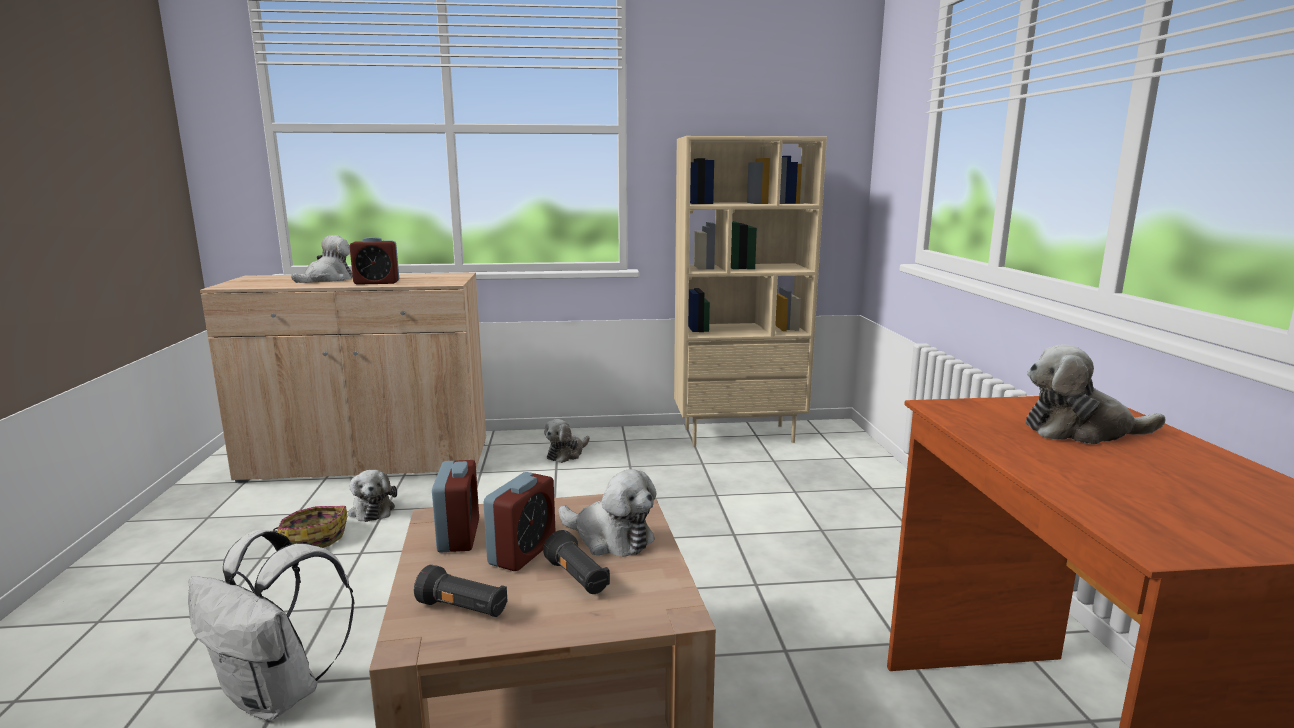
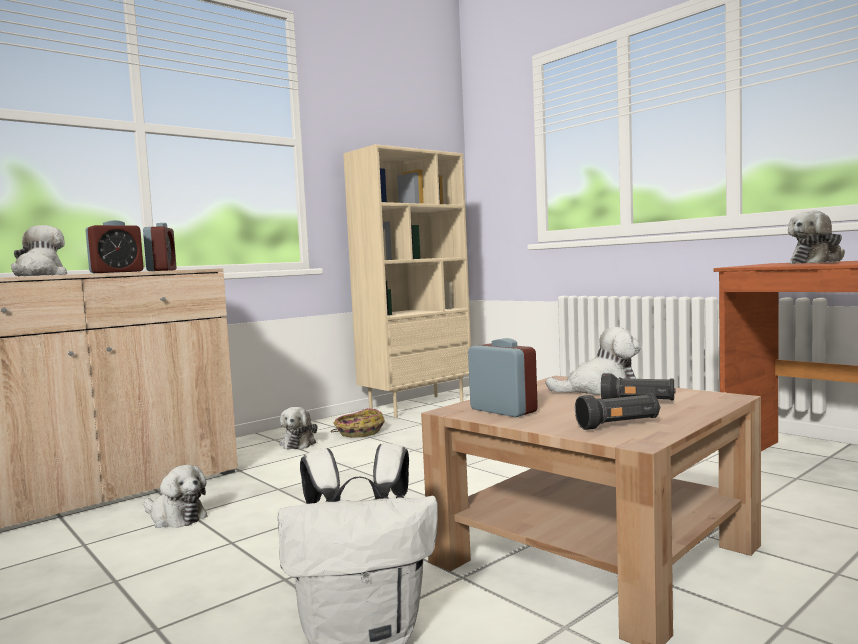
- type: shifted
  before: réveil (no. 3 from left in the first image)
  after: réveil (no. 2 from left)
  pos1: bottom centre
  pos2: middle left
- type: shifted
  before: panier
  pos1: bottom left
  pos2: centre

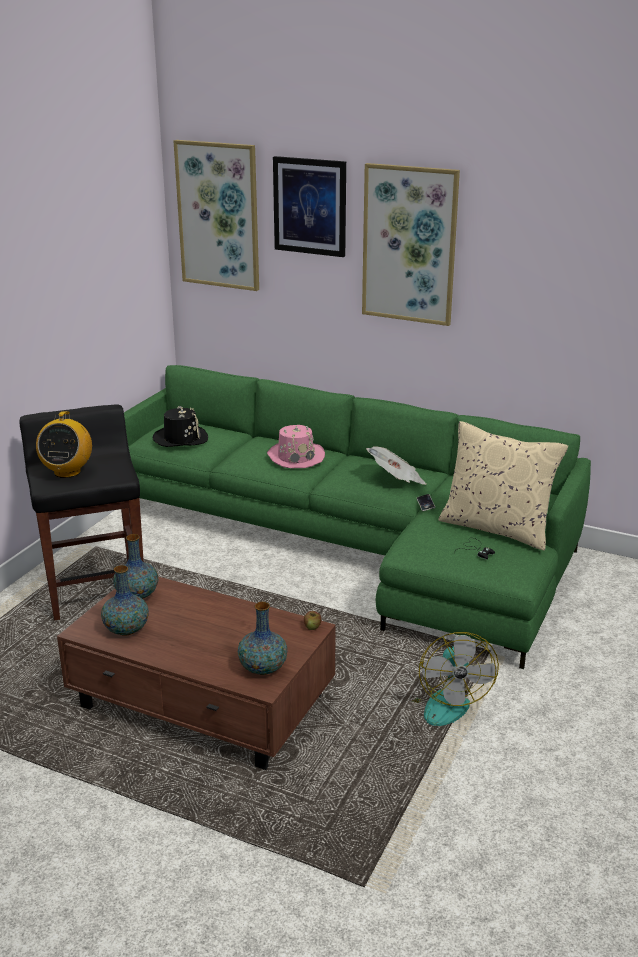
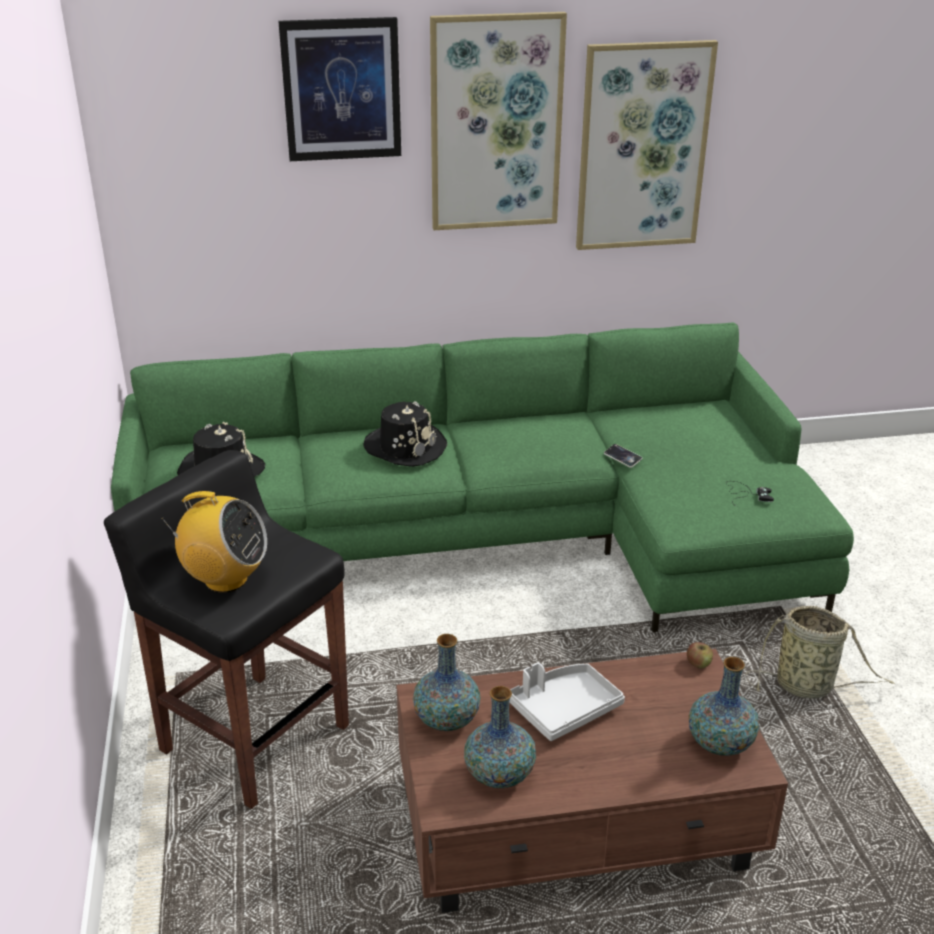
- type: rotated
  before: radio
  pos1: middle left
  pos2: middle left
  turn: -45
- type: repainted
  before: chapeau [rose]
  after: chapeau [noir] (no. 2 from left)
  pos1: centre
  pos2: centre
- type: new
  after: plateau [gris]
  pos2: bottom centre
- type: shifted
  before: tableau (no. 1 from left in the first image)
  after: tableau (no. 3 from left)
  pos1: top centre
  pos2: top right
- type: swapped
  before: ventilateur
  after: panier
  pos1: bottom right
  pos2: bottom right
- type: gone
  before: journal
  pos1: centre
- type: gone
  before: coussin [beige]
  pos1: middle right

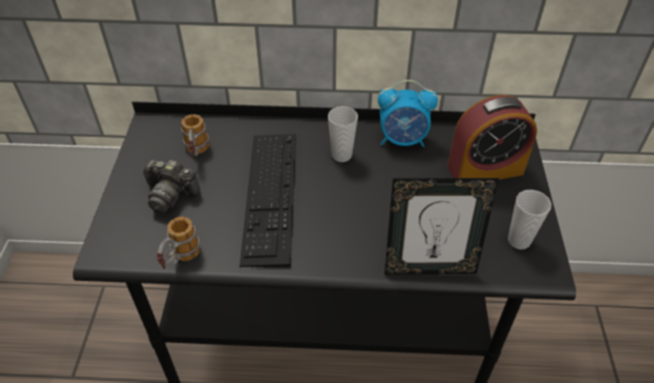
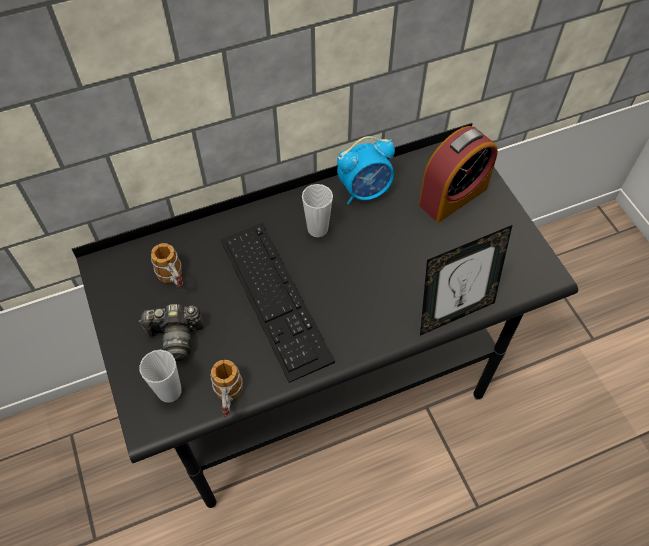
- type: shifted
  before: tasse (no. 2 from left in the first image)
  after: tasse (no. 1 from left)
  pos1: middle right
  pos2: bottom left

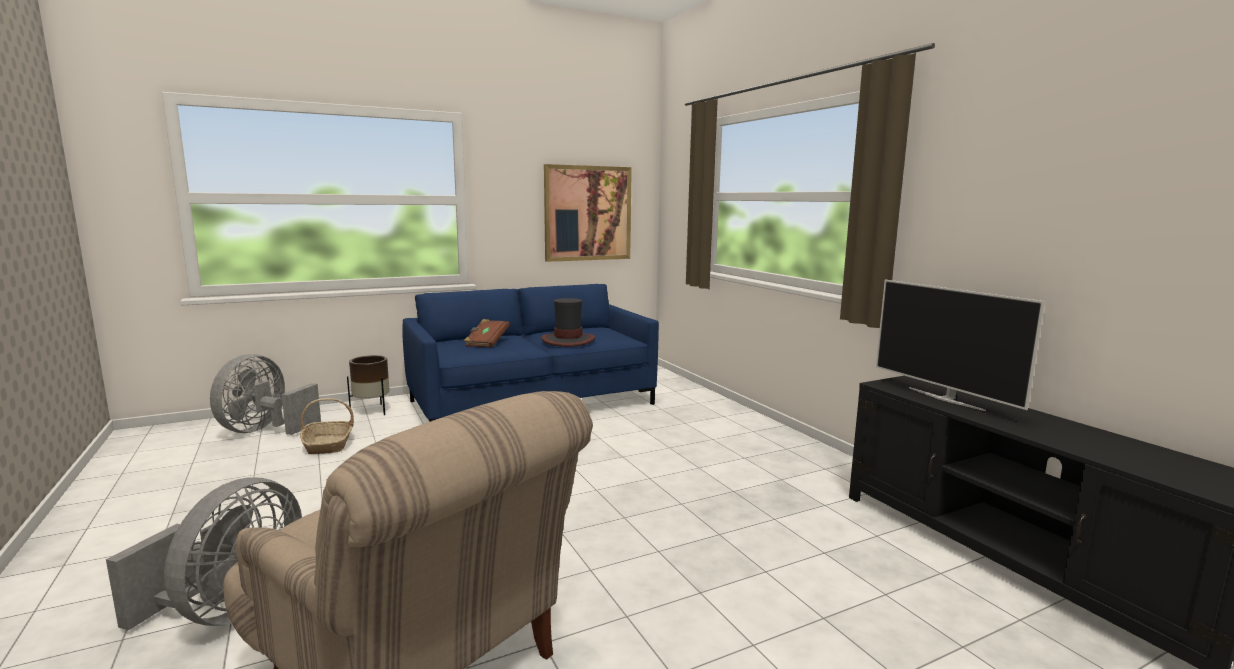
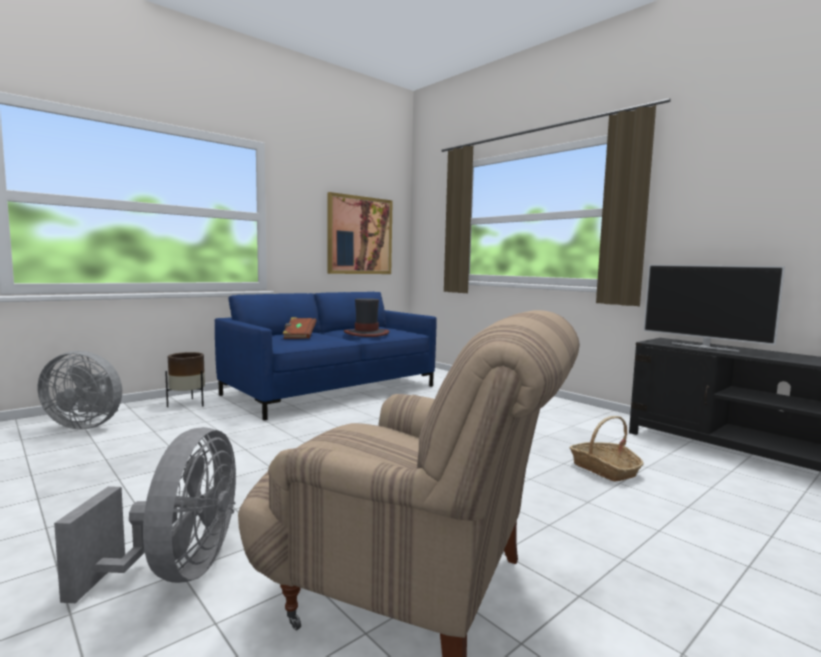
- type: rotated
  before: ventilateur [gris] (no. 2 from left in the first image)
  pos1: middle left
  pos2: middle left
  turn: -90
- type: shifted
  before: panier
  pos1: middle left
  pos2: bottom right

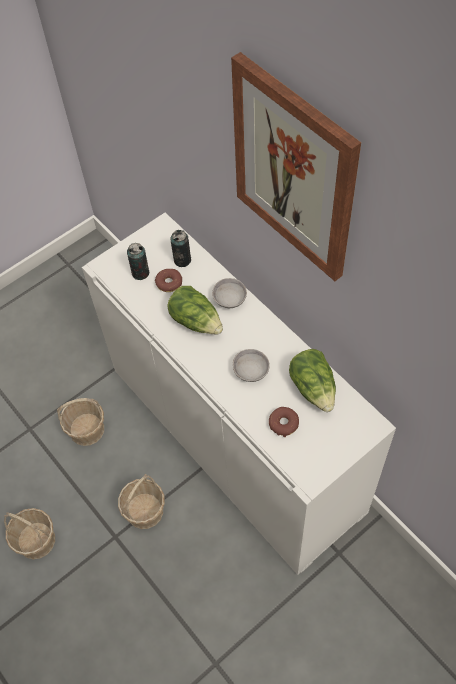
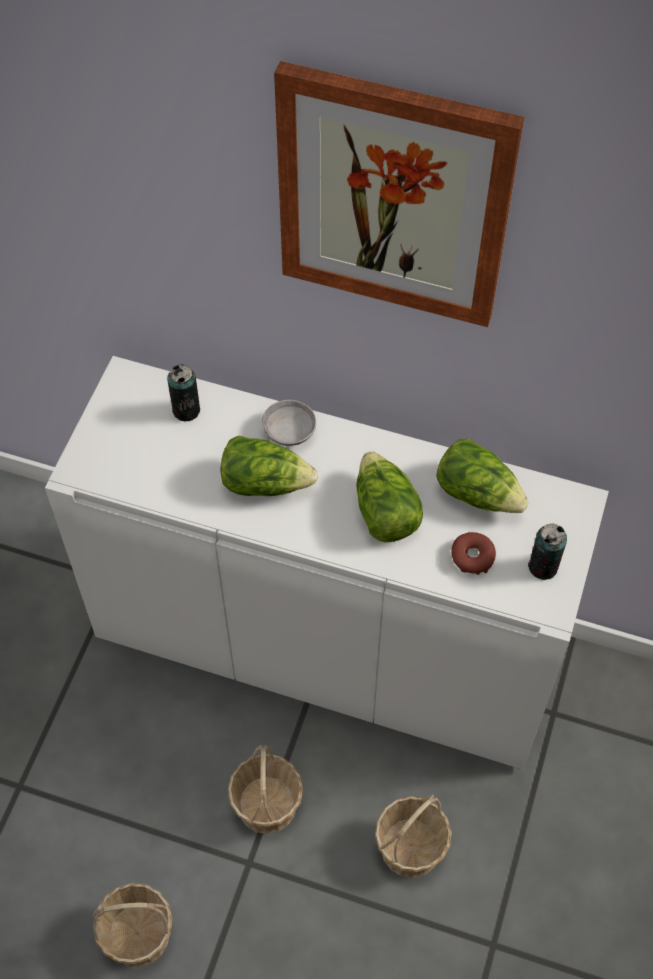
- type: swapped
  before: bol [gris] (no. 2 from left)
  after: laitue (no. 2 from left)
  pos1: centre
  pos2: centre
- type: shifted
  before: panier (no. 2 from left in the first image)
  after: panier (no. 3 from left)
  pos1: middle left
  pos2: bottom centre
- type: shifted
  before: boîte métallique (no. 1 from left in the first image)
  after: boîte métallique (no. 2 from left)
  pos1: middle left
  pos2: middle right
- type: gone
  before: beignet (no. 1 from left)
  pos1: centre

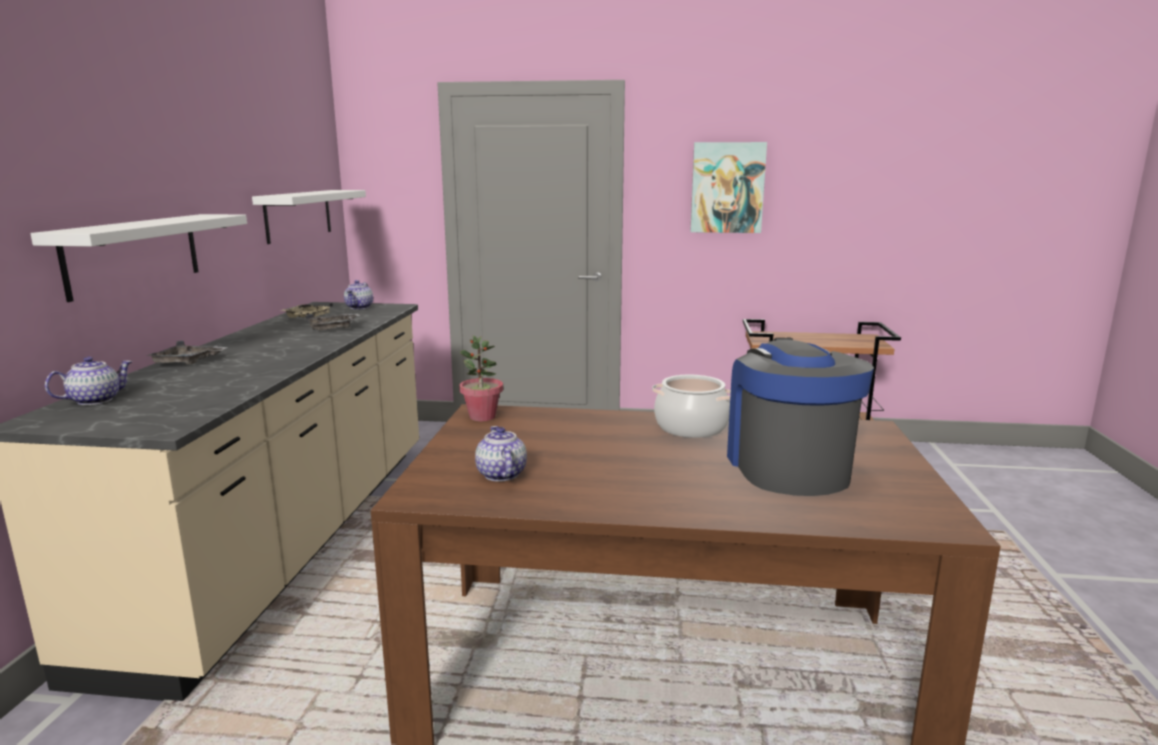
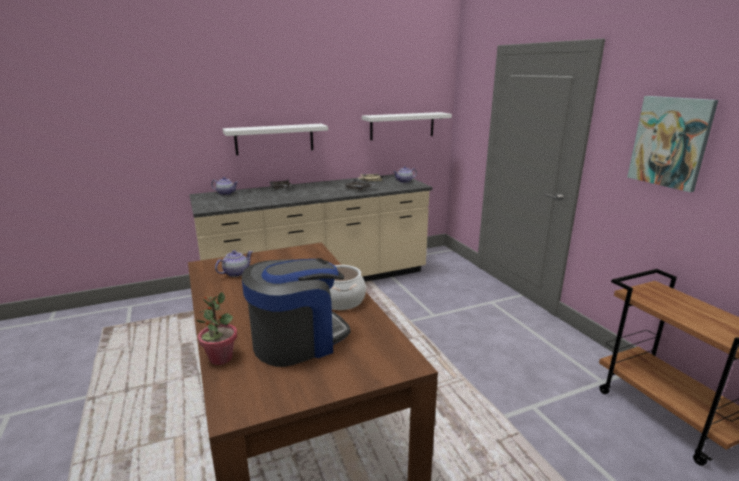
- type: shifted
  before: plante en pot
  pos1: centre
  pos2: bottom left

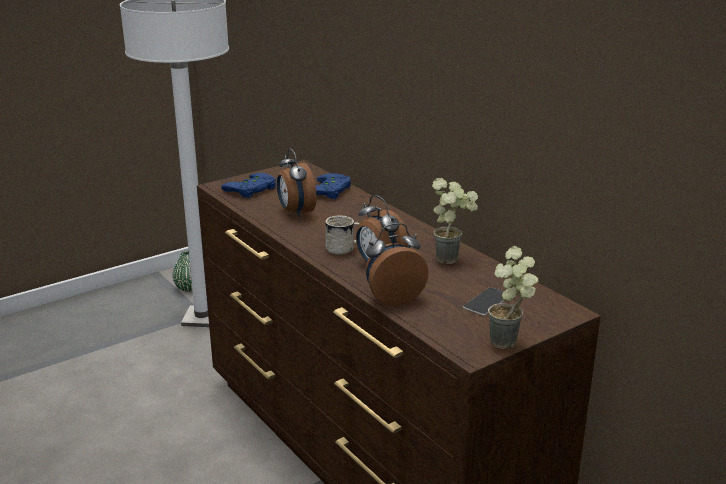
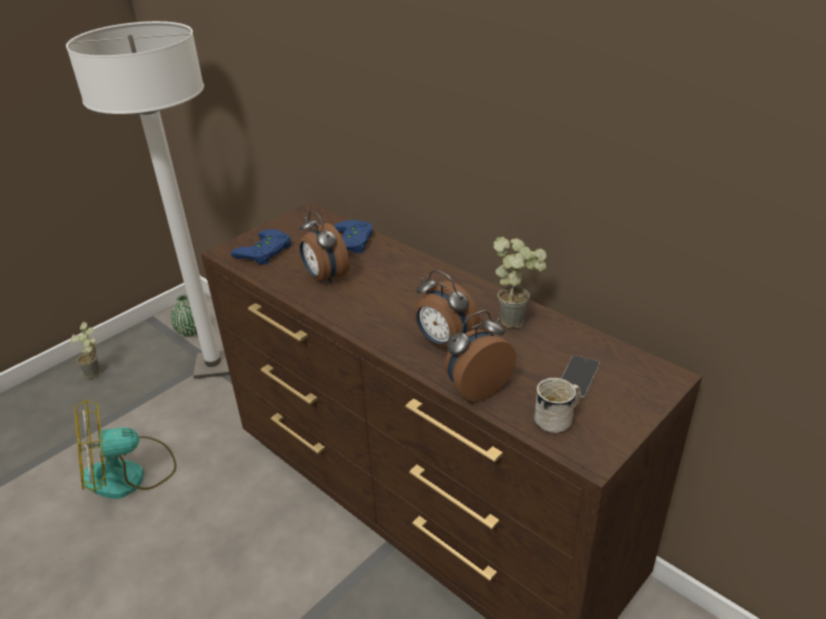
- type: shifted
  before: plante en pot (no. 2 from left in the first image)
  after: plante en pot (no. 1 from left)
  pos1: middle right
  pos2: middle left
- type: new
  after: ventilateur
  pos2: bottom left
- type: shifted
  before: mug [blanc]
  pos1: centre
  pos2: middle right

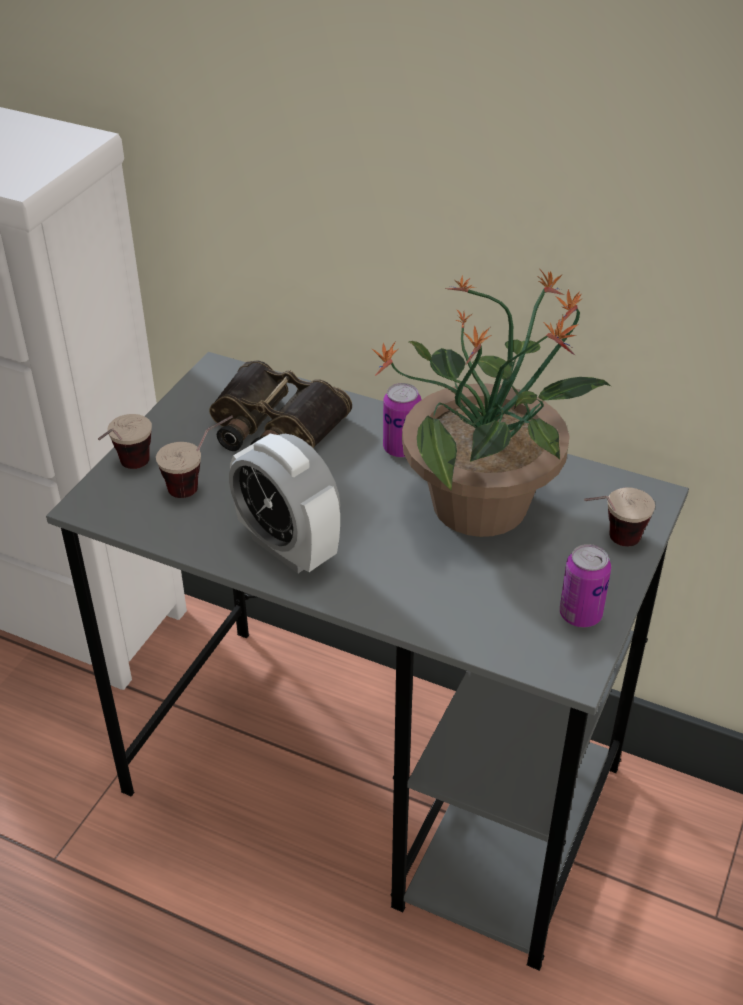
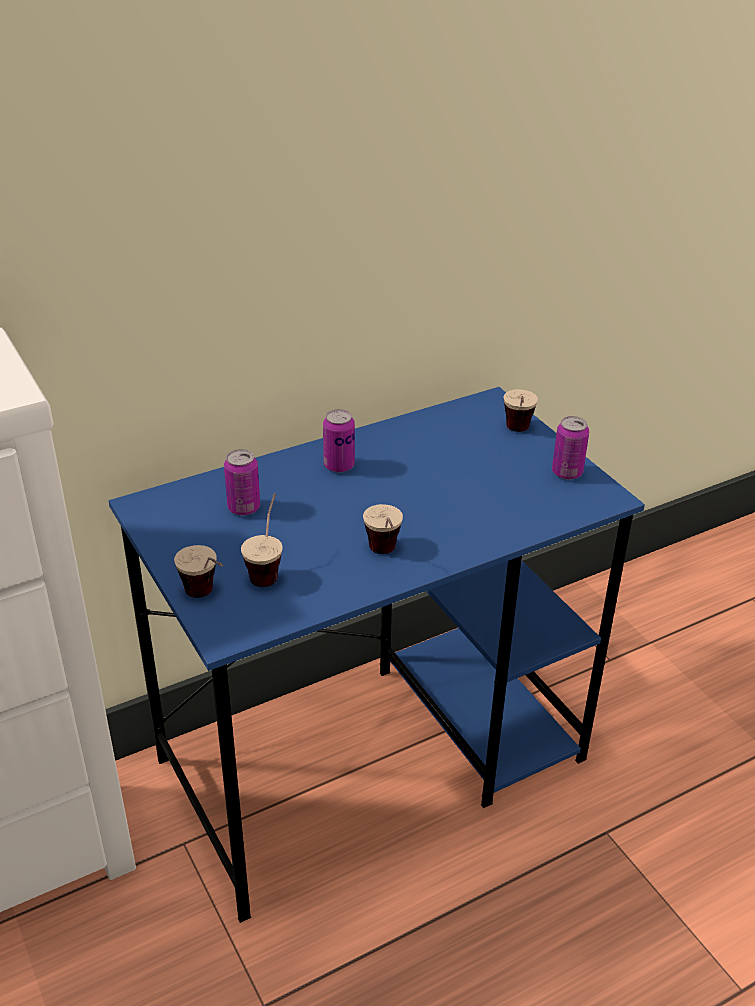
- type: repainted
  before: bureau [gris]
  after: bureau [bleu]
  pos1: centre
  pos2: centre
- type: swapped
  before: jumelles
  after: boîte métallique (no. 1 from left)
  pos1: centre
  pos2: middle left
- type: swapped
  before: réveil
  after: tasse (no. 3 from left)
  pos1: centre
  pos2: centre
- type: gone
  before: plante en pot
  pos1: centre

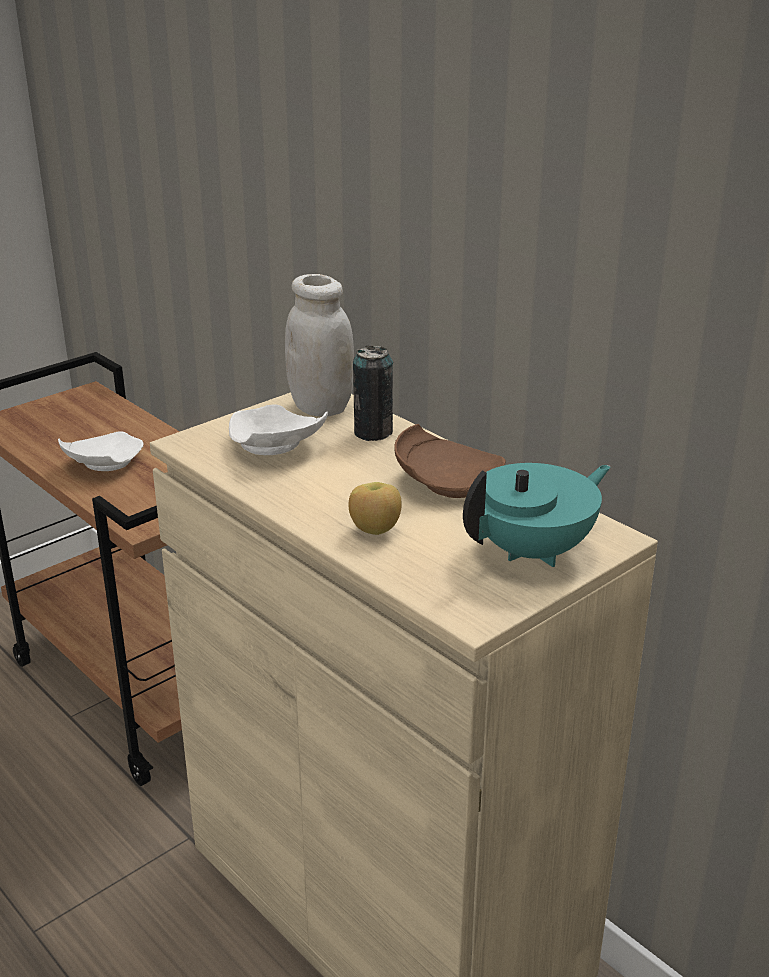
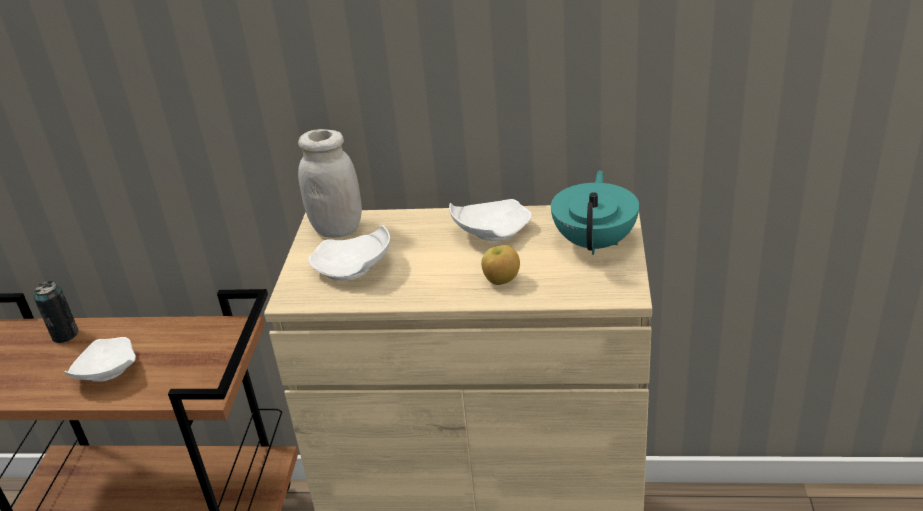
- type: shifted
  before: boîte métallique
  pos1: centre
  pos2: middle left
- type: repainted
  before: assiette [marron]
  after: assiette [blanc] (no. 3 from left)
  pos1: centre
  pos2: centre

